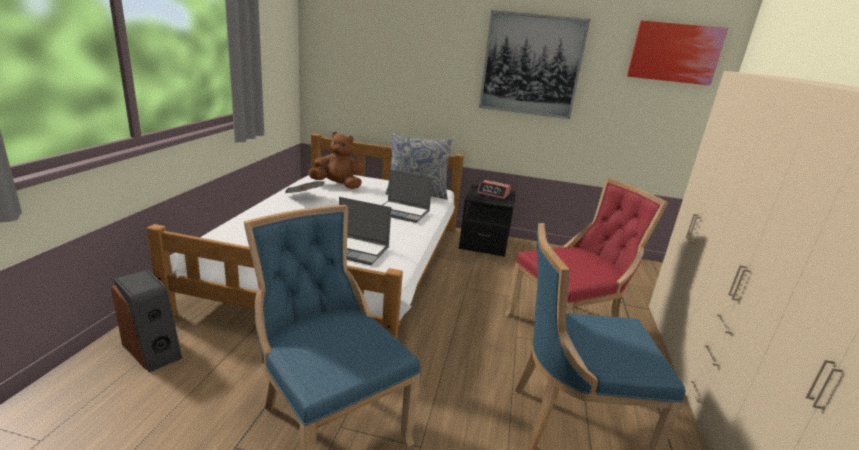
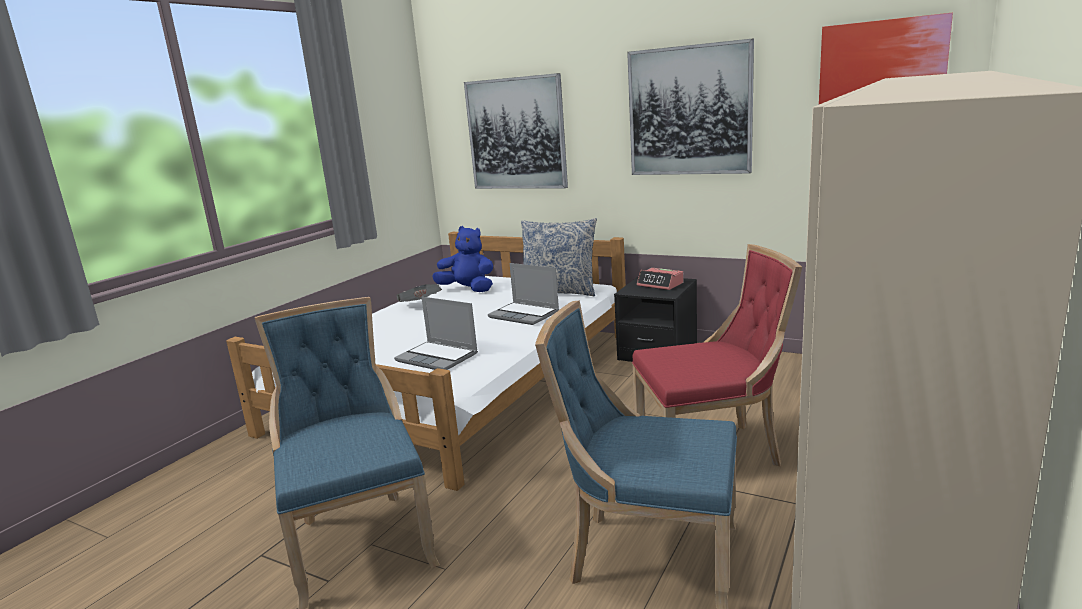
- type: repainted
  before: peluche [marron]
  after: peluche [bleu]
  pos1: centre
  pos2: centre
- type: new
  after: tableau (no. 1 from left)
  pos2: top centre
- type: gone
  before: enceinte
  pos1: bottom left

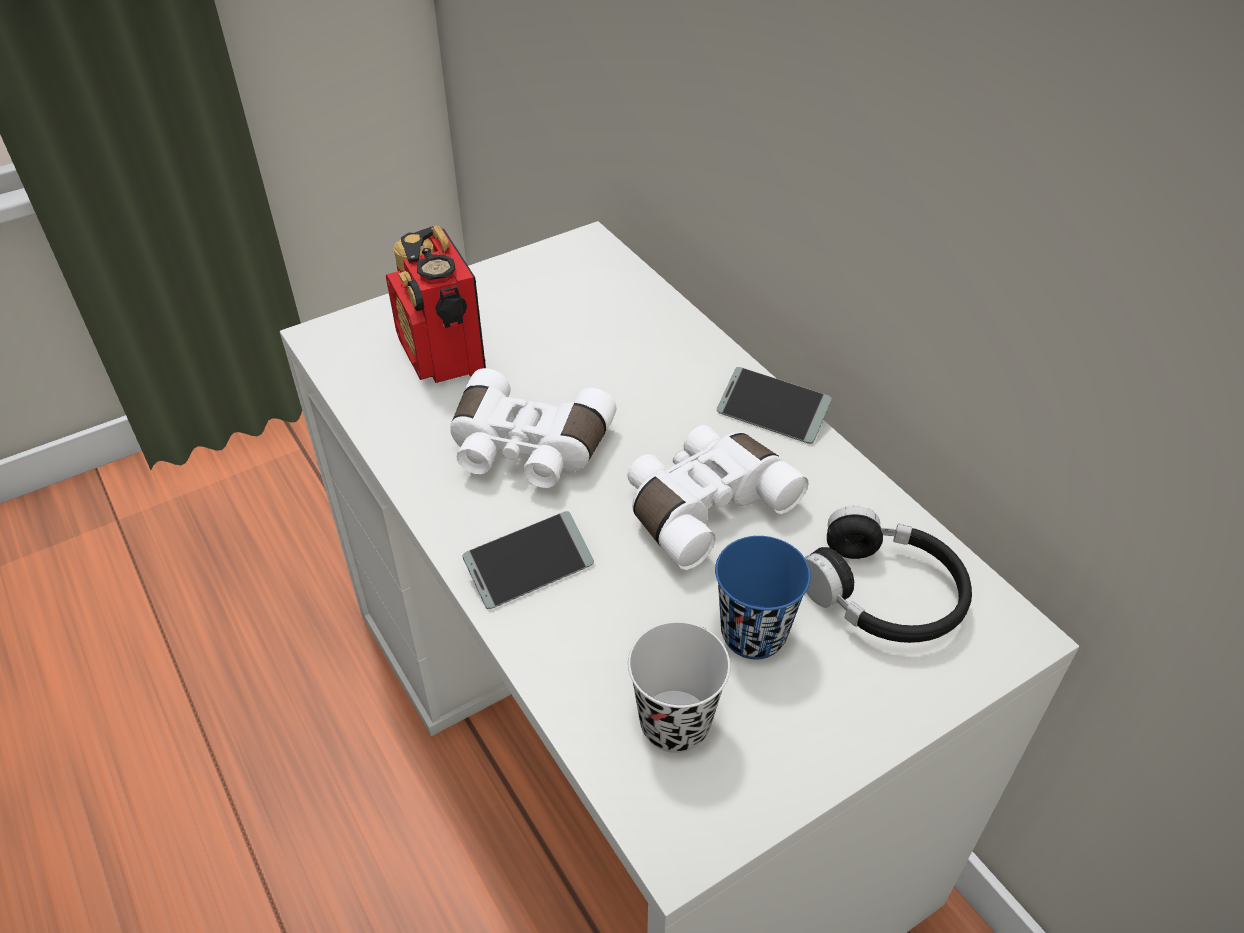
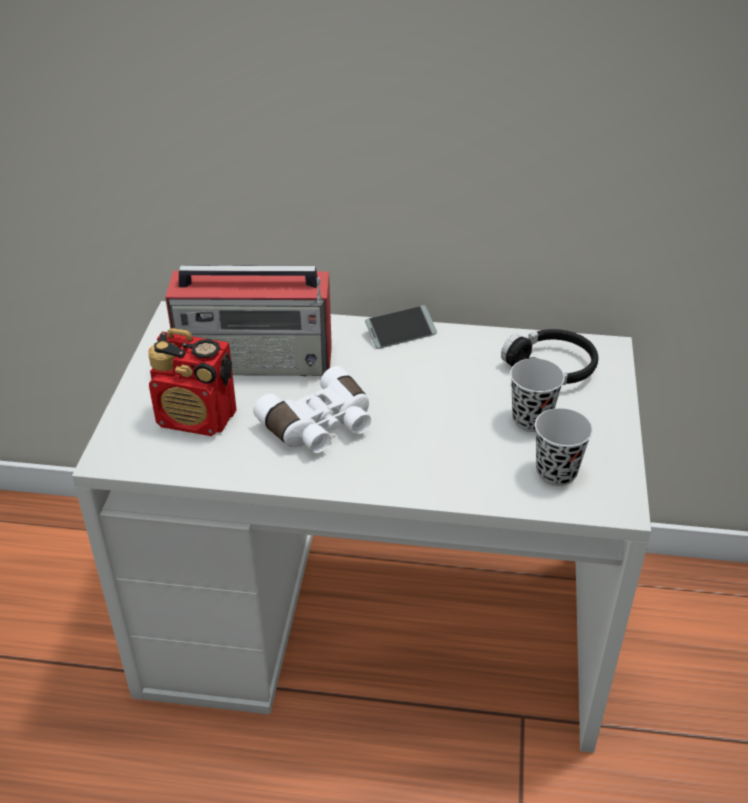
- type: new
  after: radio (no. 2 from left)
  pos2: middle left
- type: repainted
  before: tasse [bleu]
  after: tasse [noir] (no. 1 from left)
  pos1: centre
  pos2: middle right
- type: gone
  before: téléphone (no. 1 from left)
  pos1: centre
- type: gone
  before: jumelles [blanc] (no. 2 from left)
  pos1: centre

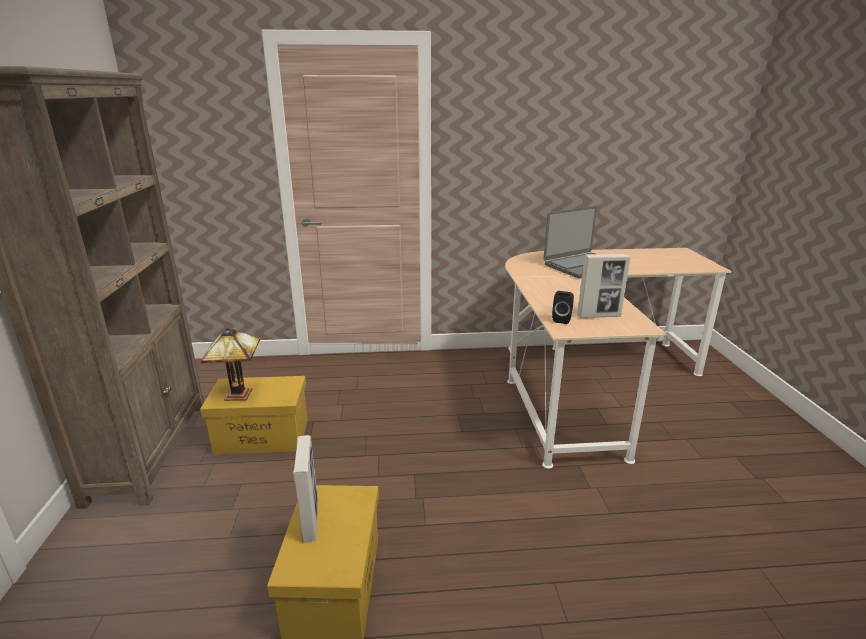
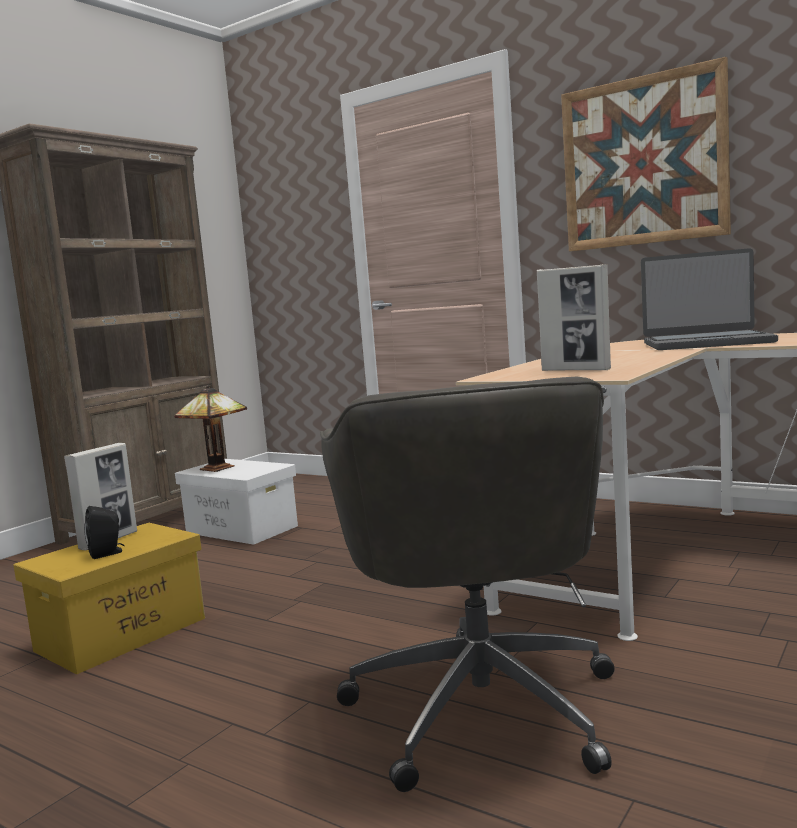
- type: shifted
  before: enceinte [noir]
  pos1: centre
  pos2: middle left
- type: repainted
  before: boîte de rangement [jaune] (no. 1 from left)
  after: boîte de rangement [blanc]
  pos1: middle left
  pos2: middle left
- type: new
  after: chaise de bureau [gris]
  pos2: bottom centre
- type: new
  after: tableau
  pos2: top right

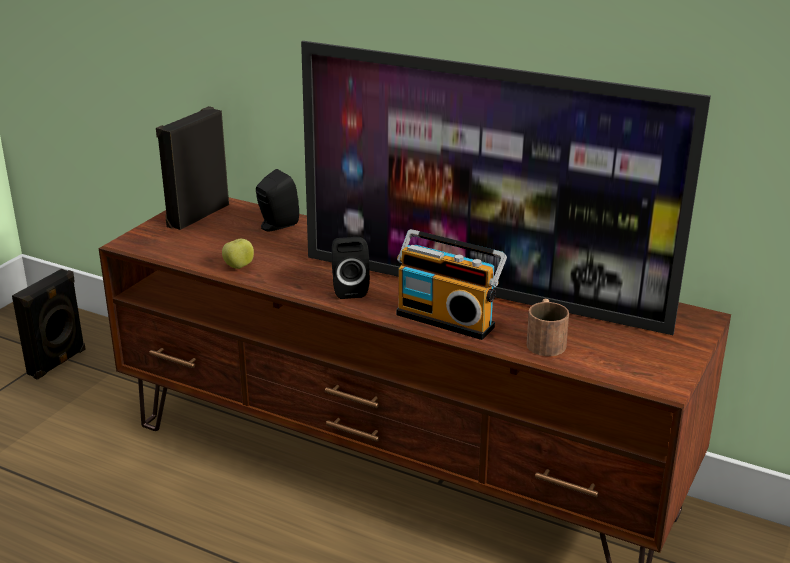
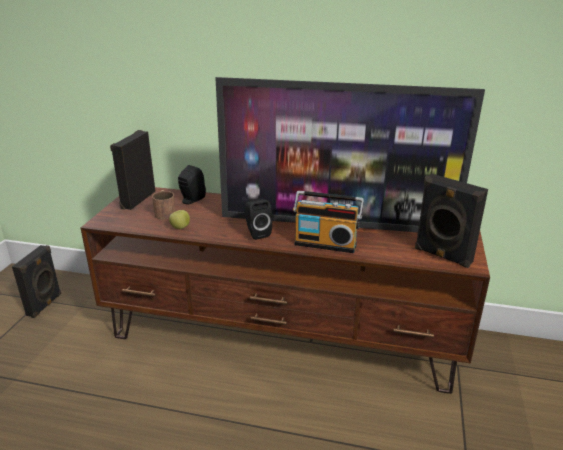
- type: shifted
  before: mug [marron]
  pos1: middle right
  pos2: middle left
- type: new
  after: enceinte [noir] (no. 5 from left)
  pos2: middle right

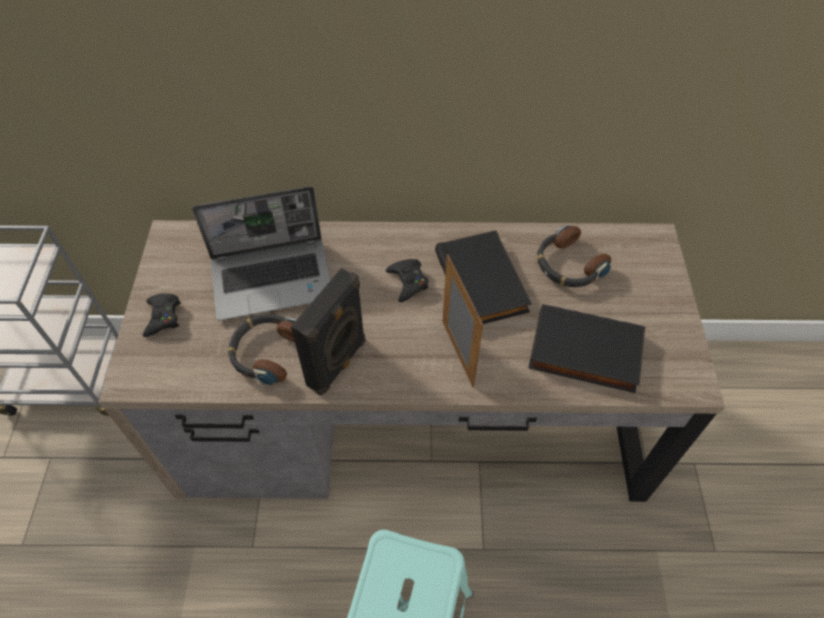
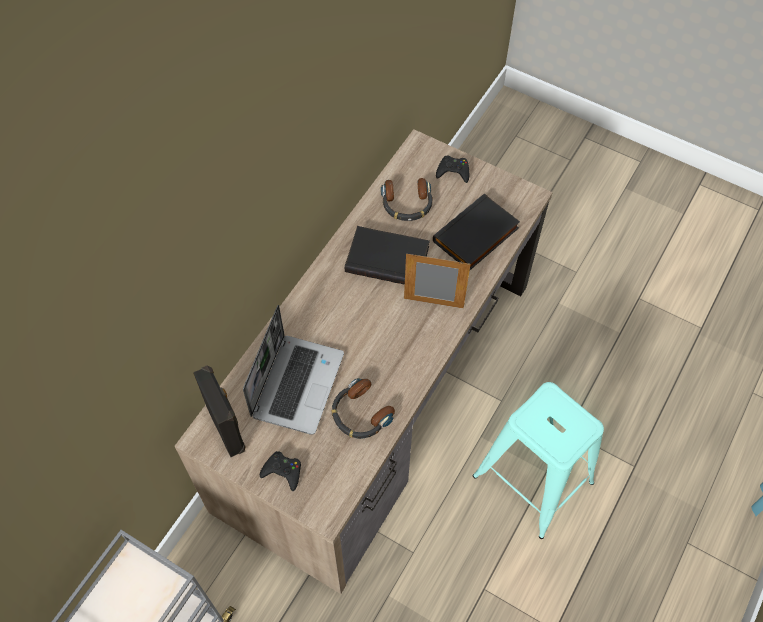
- type: shifted
  before: enceinte [noir]
  pos1: centre
  pos2: middle left
- type: shifted
  before: manette [noir] (no. 2 from left)
  pos1: centre
  pos2: top centre

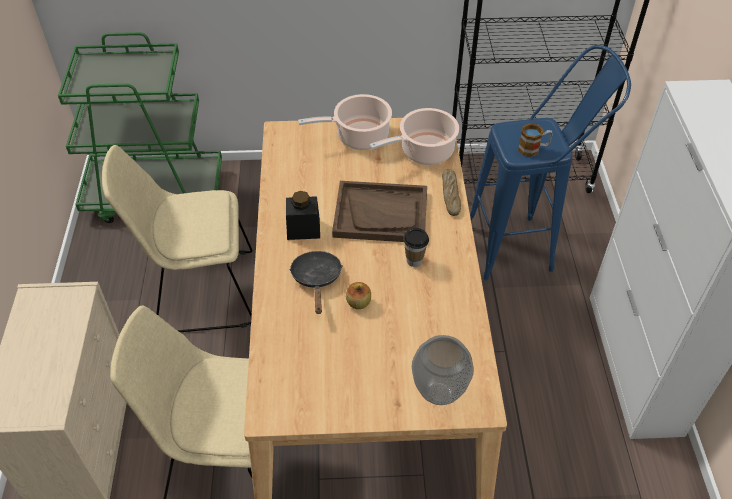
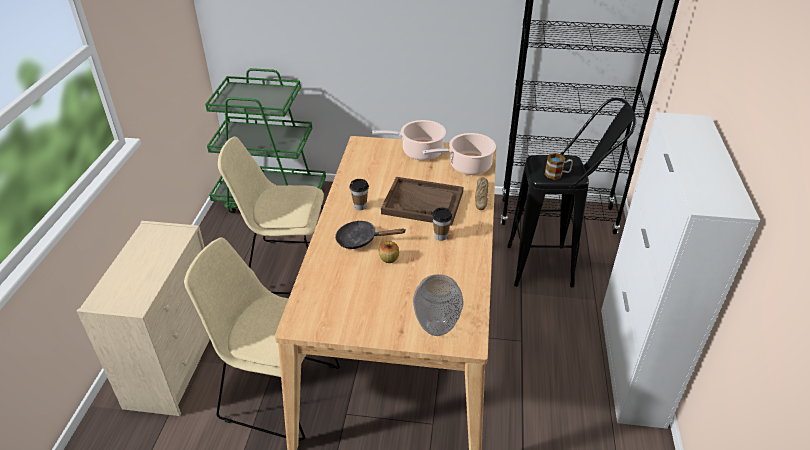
- type: rotated
  before: poêle [noir]
  pos1: centre
  pos2: centre
  turn: -90
- type: swapped
  before: bocal [noir]
  after: tasse (no. 1 from left)
  pos1: centre
  pos2: centre
- type: repainted
  before: tabouret [bleu]
  after: tabouret [noir]
  pos1: top right
  pos2: middle right

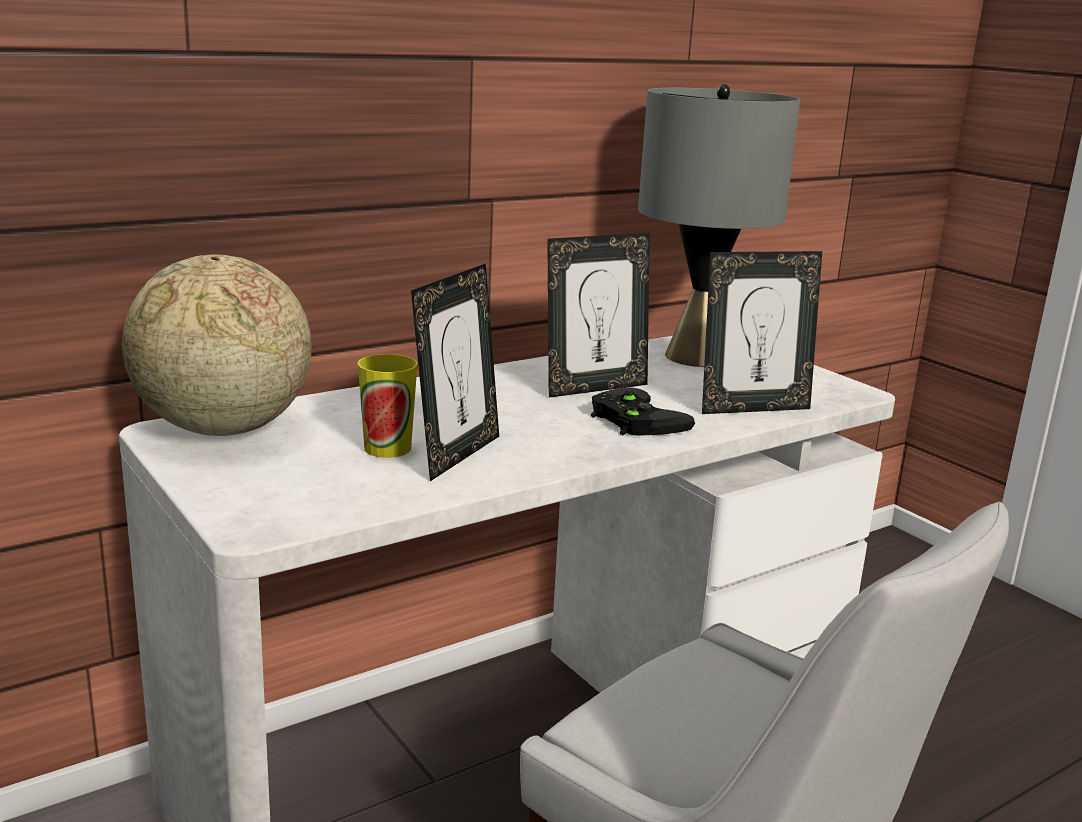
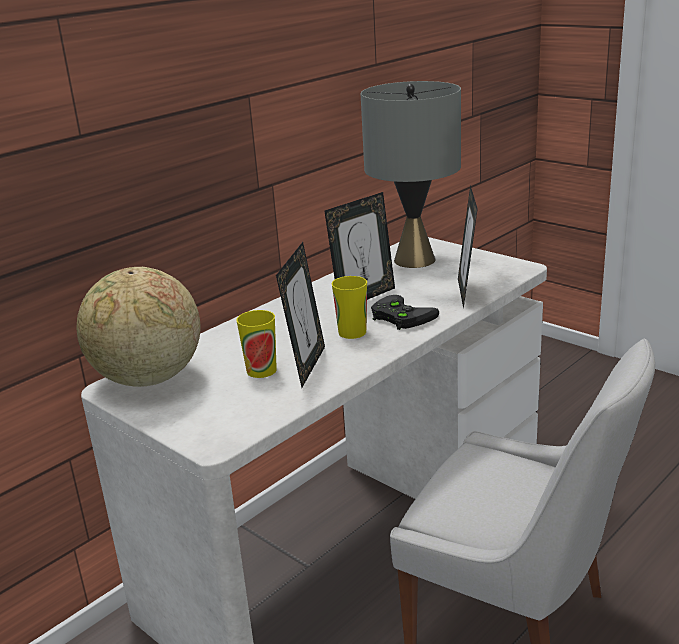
- type: new
  after: tasse (no. 2 from left)
  pos2: centre
- type: rotated
  before: cadre photo (no. 3 from left)
  pos1: middle right
  pos2: middle right
  turn: 120

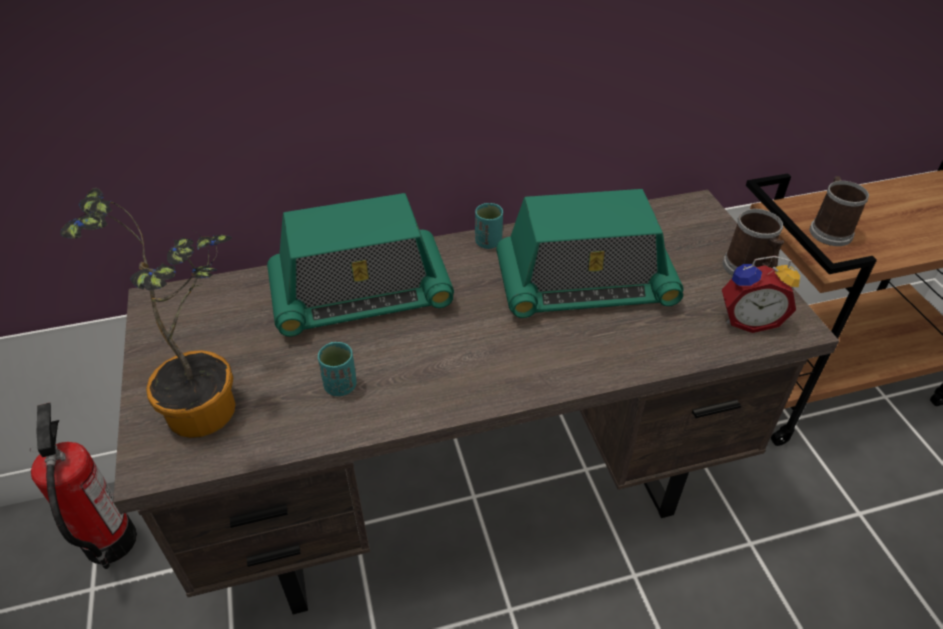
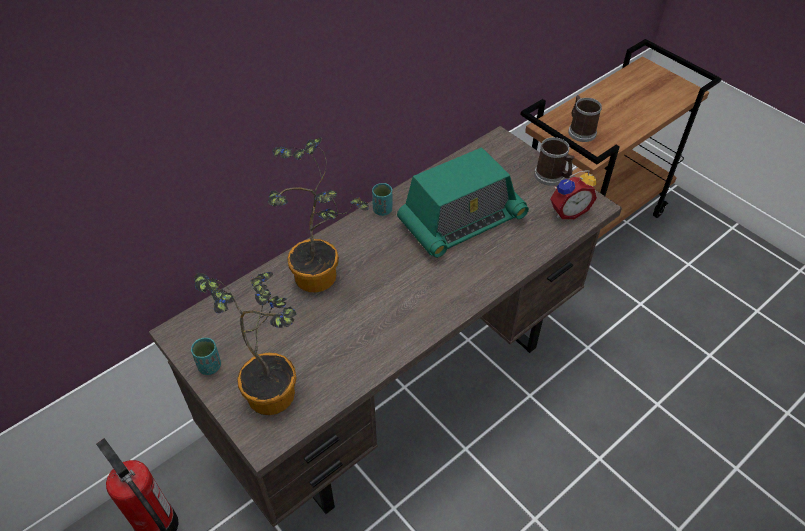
- type: shifted
  before: tasse [turquoise] (no. 1 from left)
  pos1: centre
  pos2: bottom left
- type: swapped
  before: radio (no. 1 from left)
  after: plante en pot (no. 2 from left)
  pos1: centre
  pos2: centre

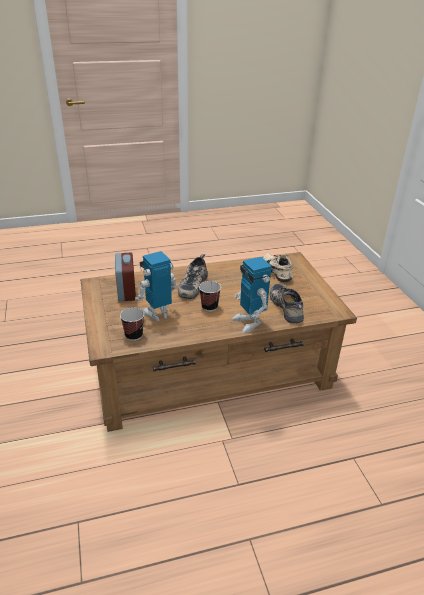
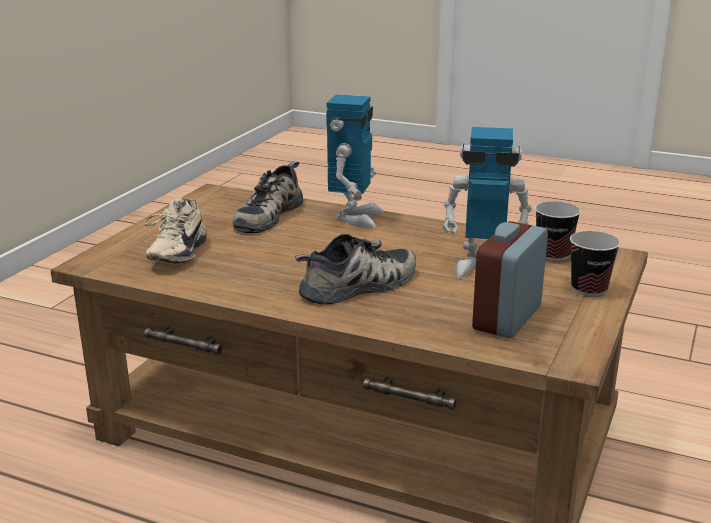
- type: shifted
  before: tasse (no. 2 from left)
  pos1: centre
  pos2: middle right

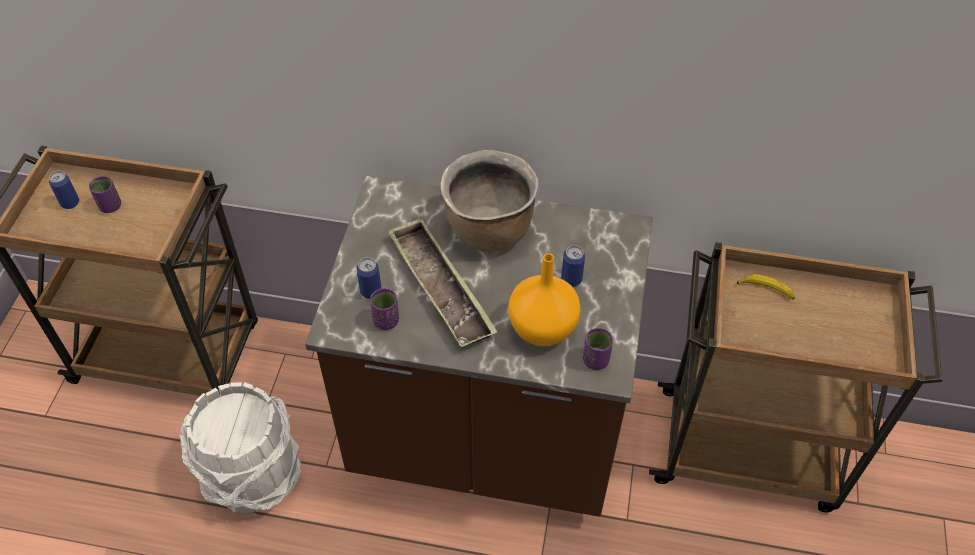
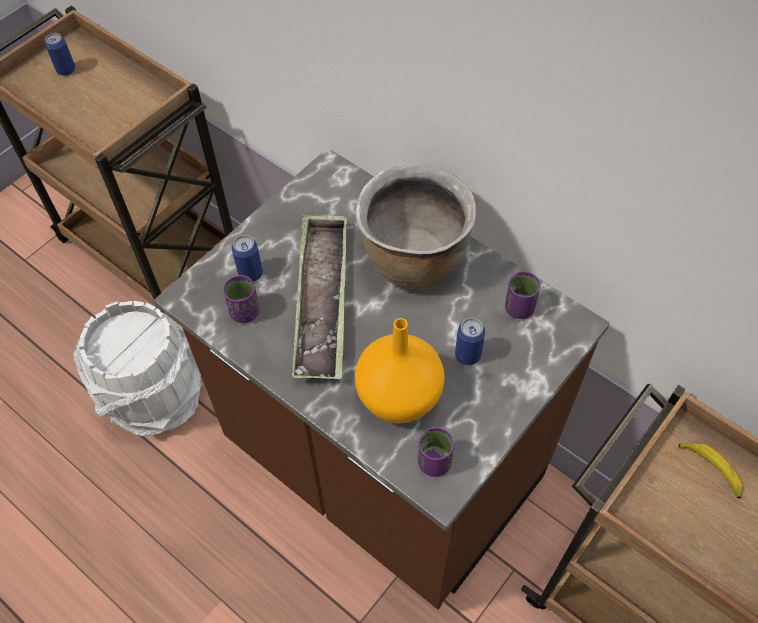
- type: shifted
  before: tasse [violet] (no. 1 from left in the first image)
  after: tasse [violet] (no. 3 from left)
  pos1: middle left
  pos2: middle right

